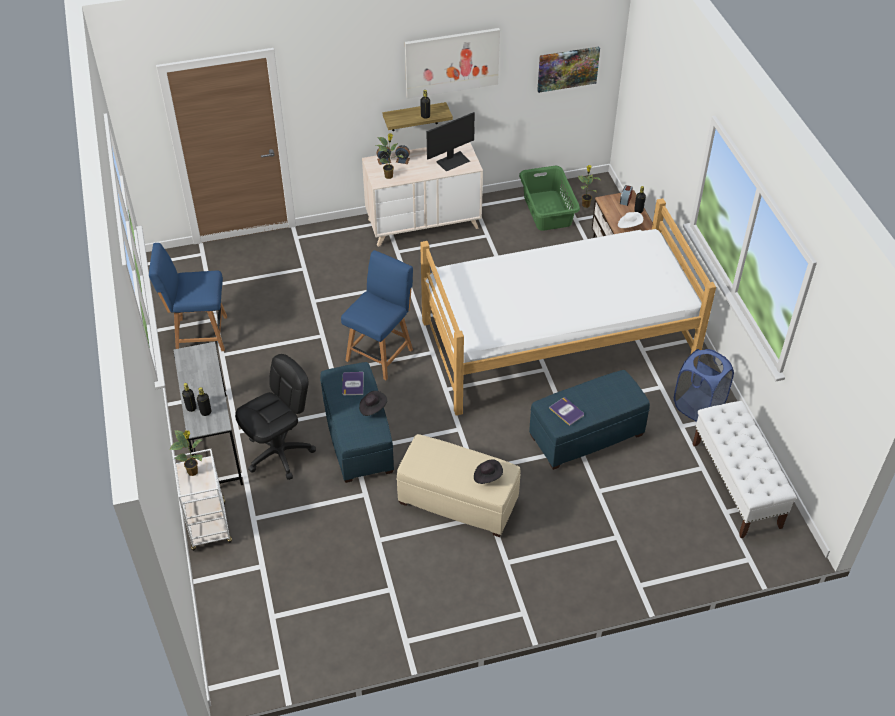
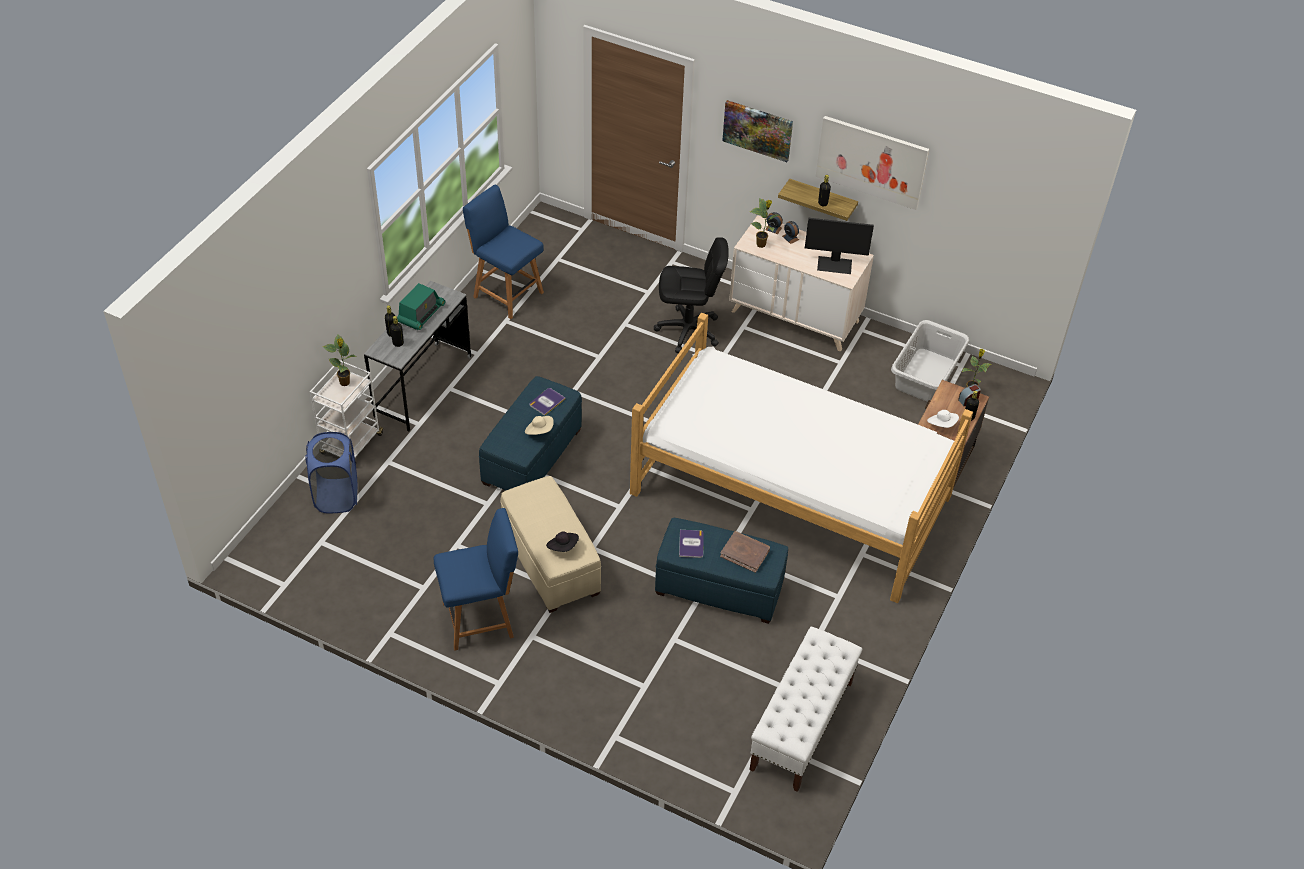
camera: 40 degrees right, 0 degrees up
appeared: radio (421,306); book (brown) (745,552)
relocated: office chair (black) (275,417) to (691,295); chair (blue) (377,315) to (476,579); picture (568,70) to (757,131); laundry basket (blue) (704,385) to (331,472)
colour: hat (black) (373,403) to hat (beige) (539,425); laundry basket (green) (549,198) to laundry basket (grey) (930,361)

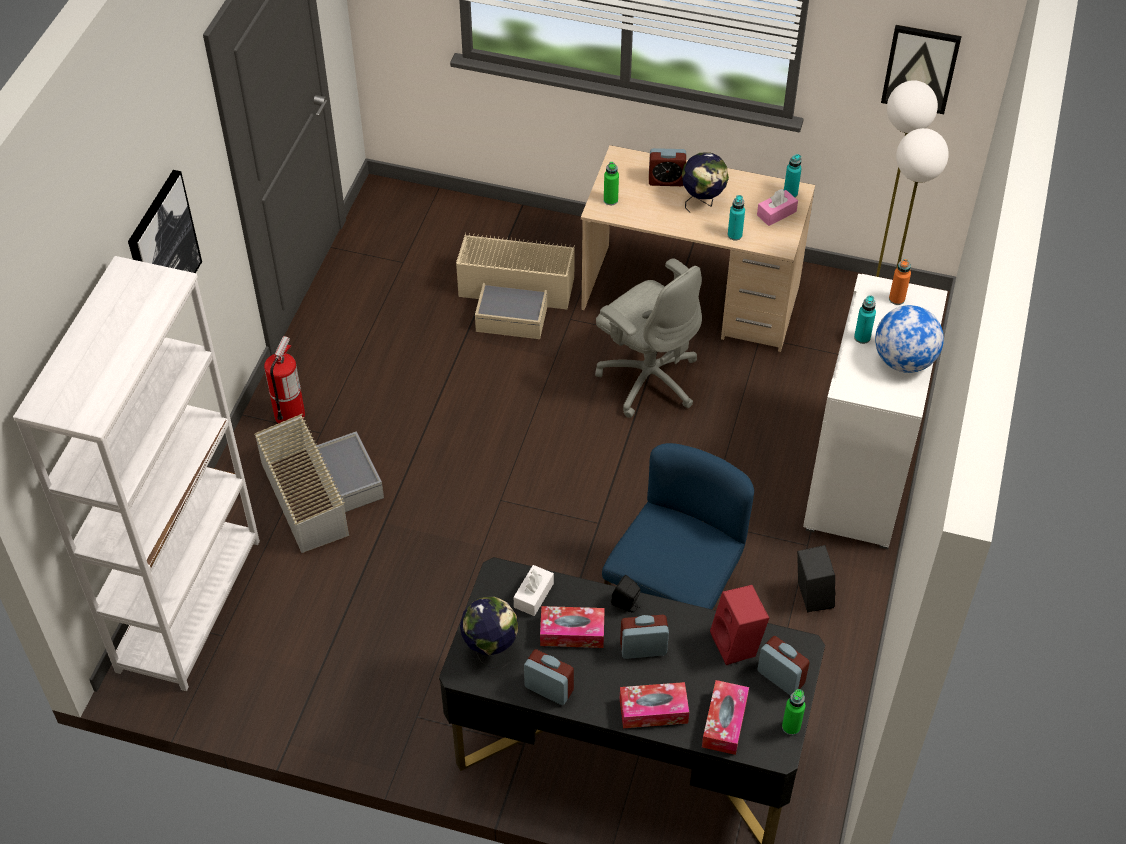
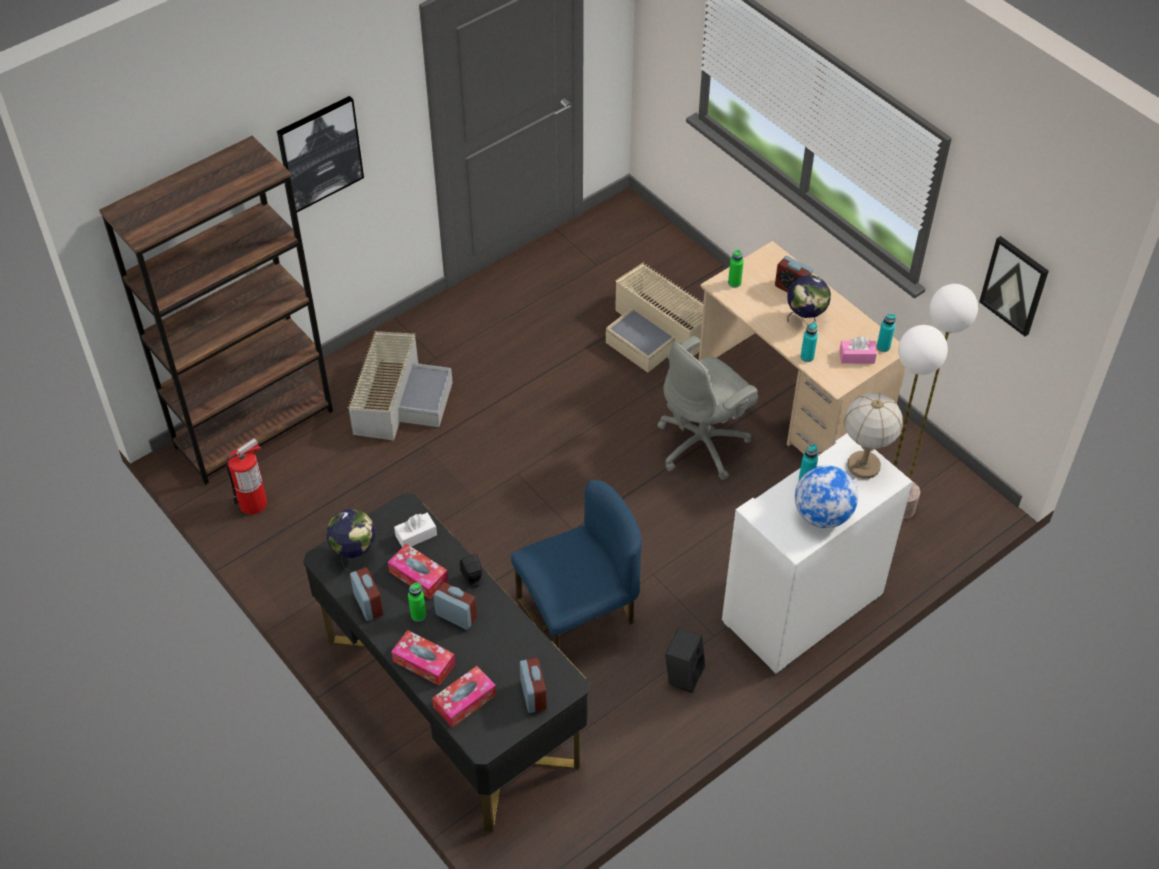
camera: 35 degrees right, 0 degrees up
missing: speaker (red) (739,625)
relocated: fire extinguisher (284,380) to (246,476); bottle (green) (793,712) to (417,602)
exchanged: bottle (orange) (900,282) to table lamp (873,436)
colour: bookcase (white) (136,473) to bookcase (brown) (216,310)
spun: office chair (grey) (648,338) = (707,408) 60 degrees clockwise

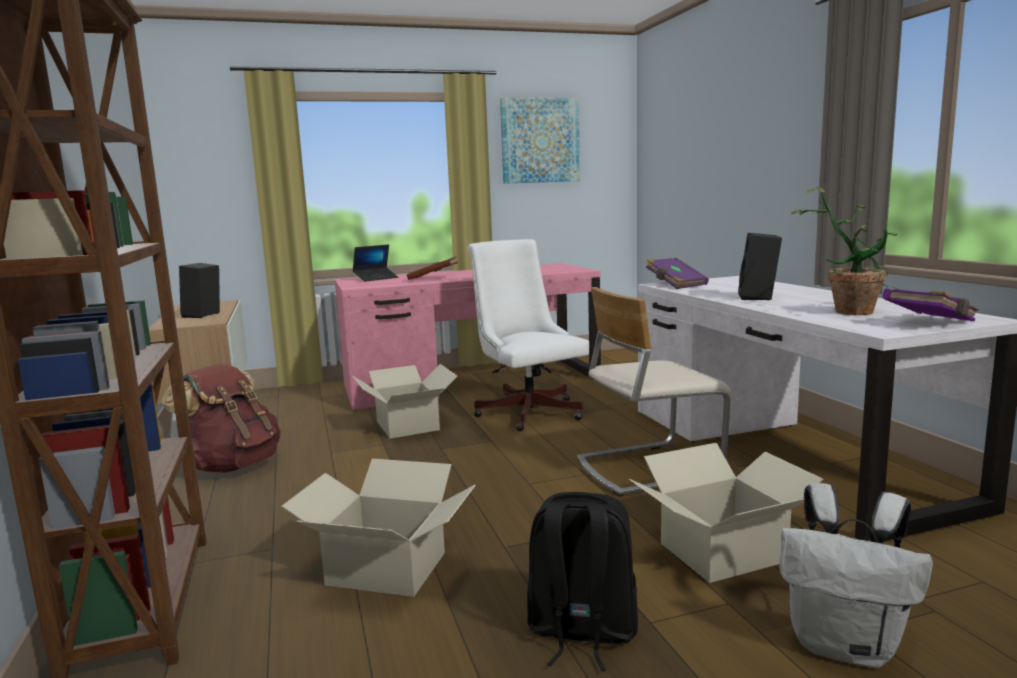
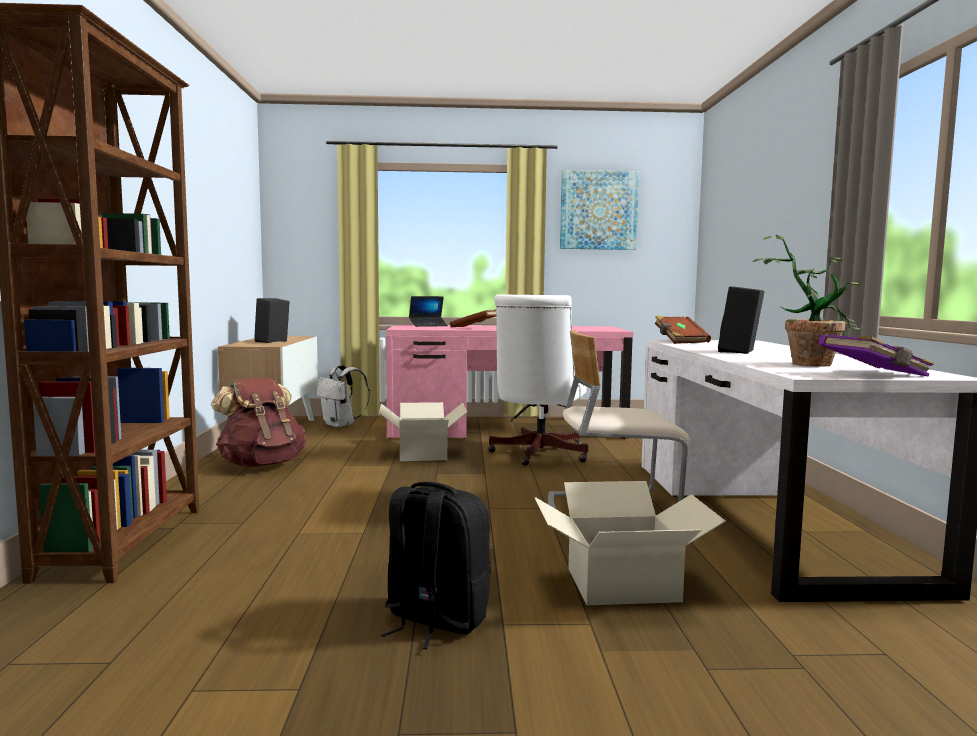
camera: 15 degrees right, 5 degrees down
missing: cardboard box (378,528)
relocated: backpack (white) (856,575) to (343,396)
colour: book (purple) (677,273) to book (brown) (683,330)
spun: office chair (white) (528,335) = (538,380) 150 degrees counterclockwise

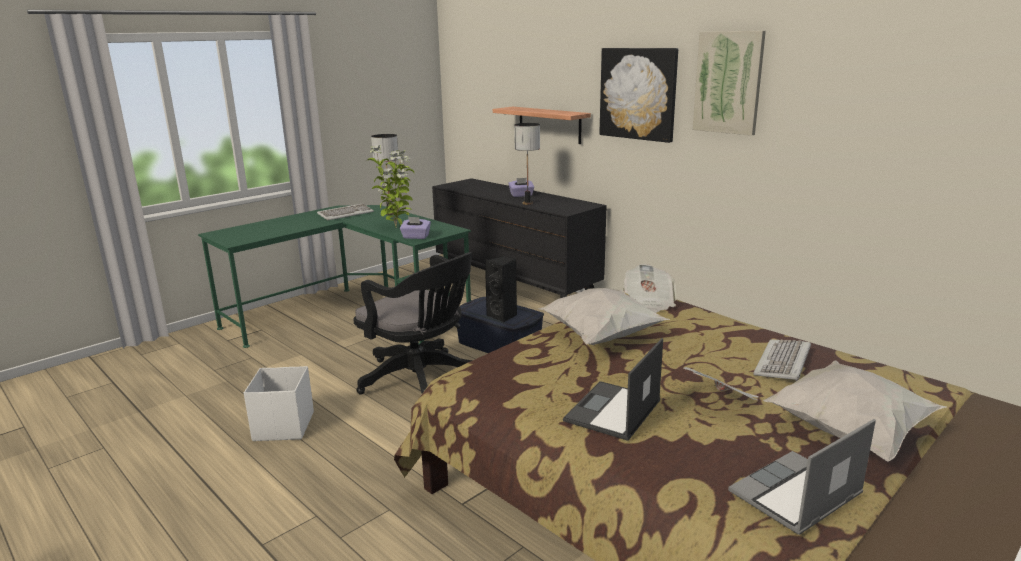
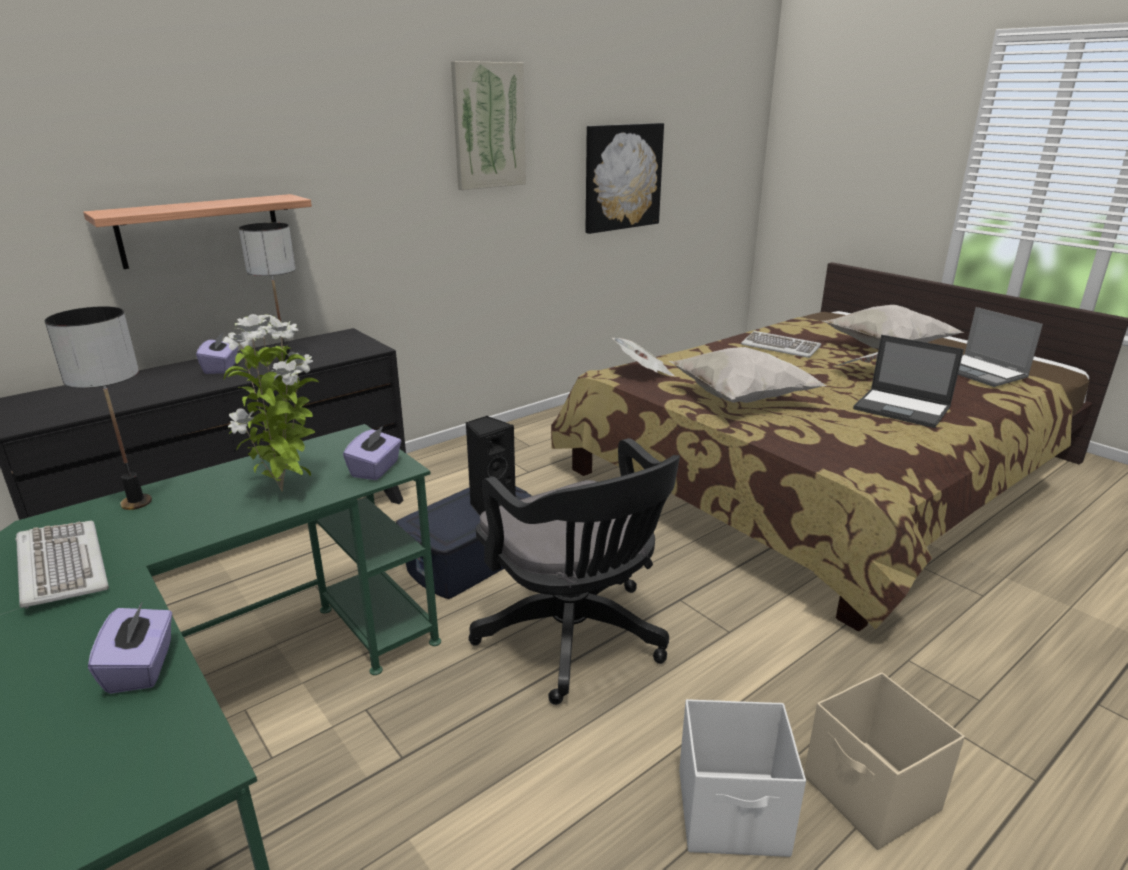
camera: 85 degrees left, 5 degrees up
appeared: tissue box (purple) (130,647); storage box (beige) (884,761)
relocated: picture (638,95) to (625,178)
spun: office chair (black) (413,323) = (574,571) 105 degrees clockwise

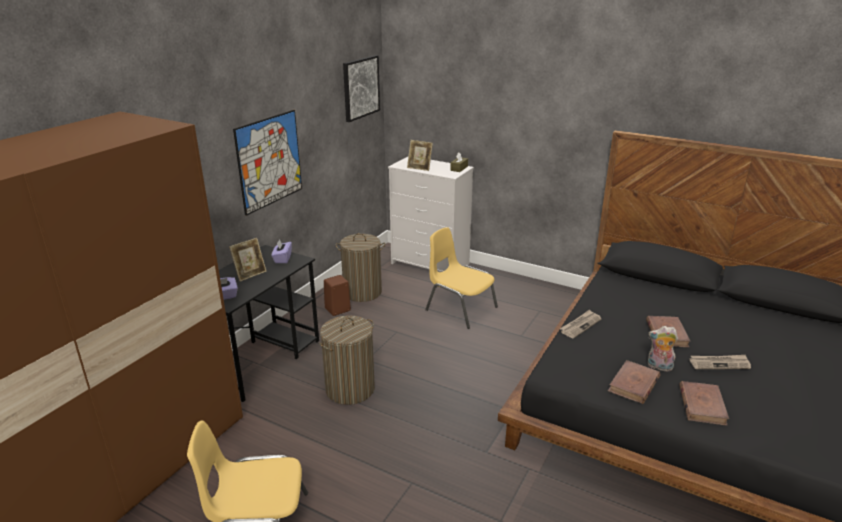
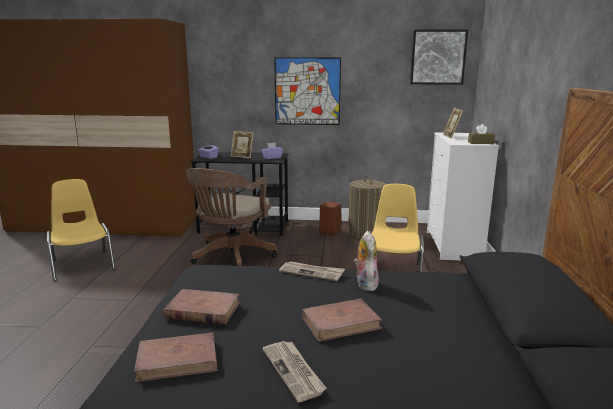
camera: 65 degrees right, 10 degrees down
relocated: plush toy (663,349) to (366,261)
exchanged: laundry basket (347,360) to office chair (brown) (231,217)

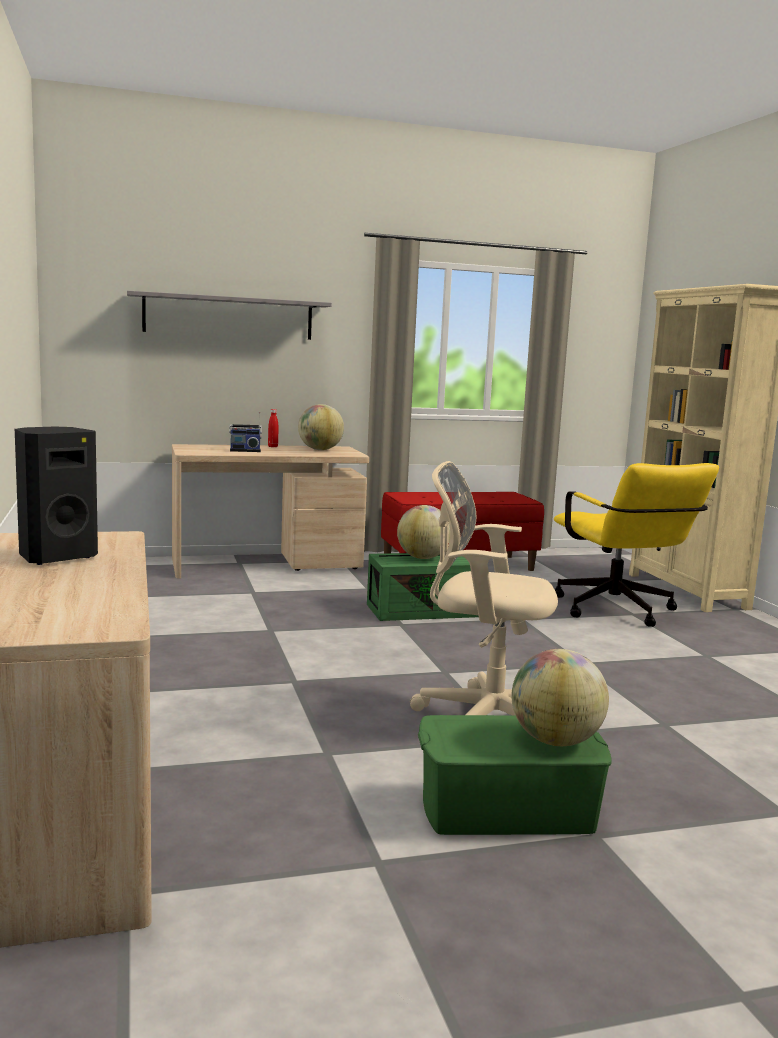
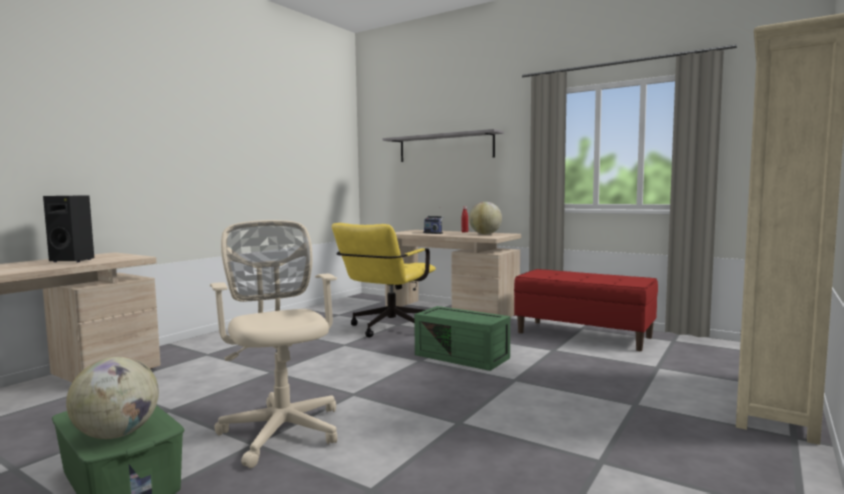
camera: 50 degrees right, 5 degrees down
missing: globe (423,532)
relocated: office chair (yellow) (636,545) to (384,280)

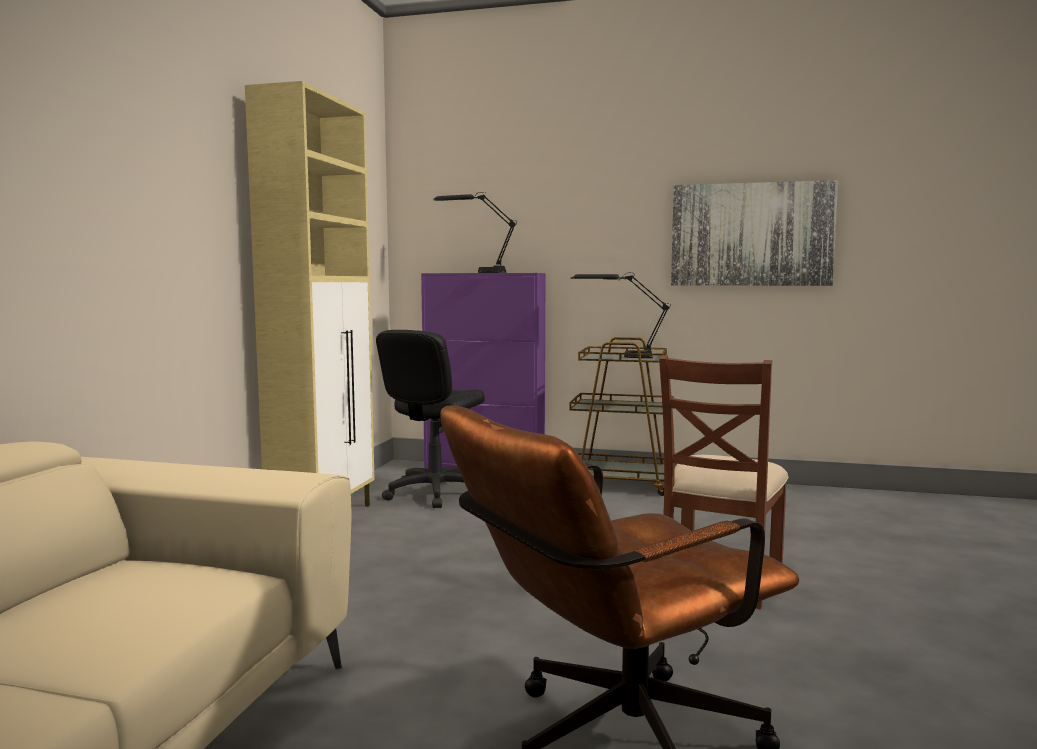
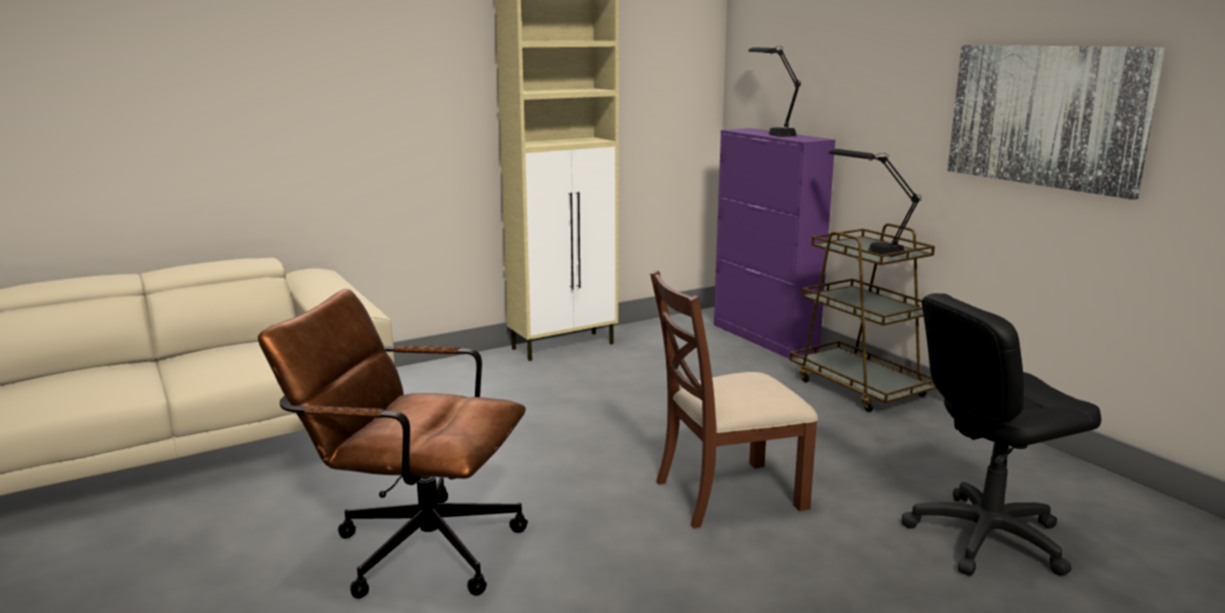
camera: 45 degrees right, 10 degrees up
relocated: office chair (black) (430,419) to (1001,434)

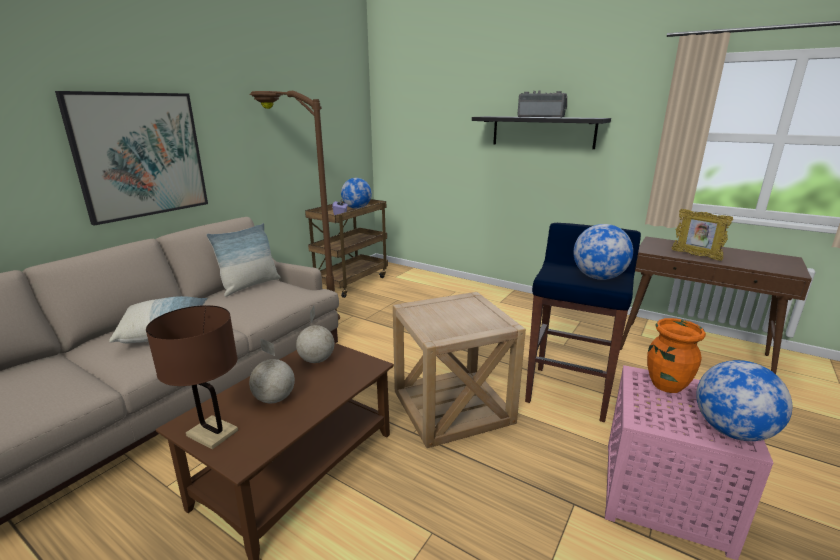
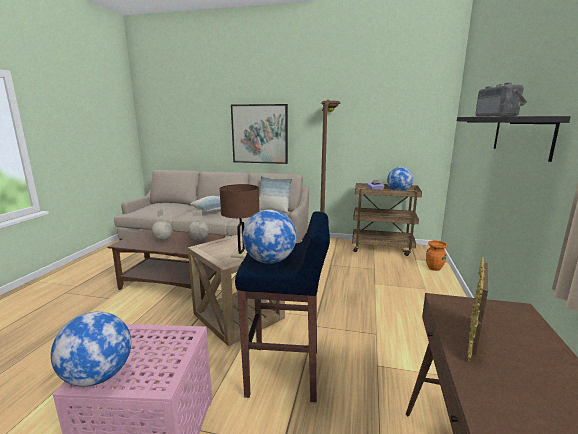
camera: 70 degrees right, 5 degrees down
relocated: table lamp (brown) (192,377) to (239,221); vase (orange) (676,355) to (436,255)

